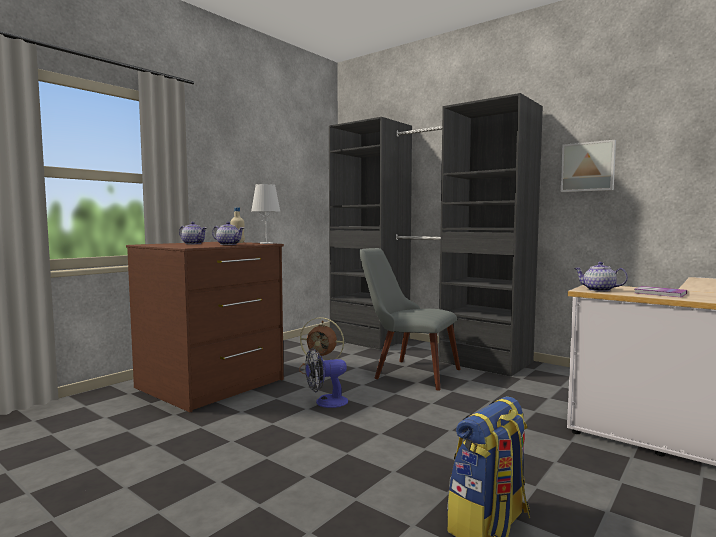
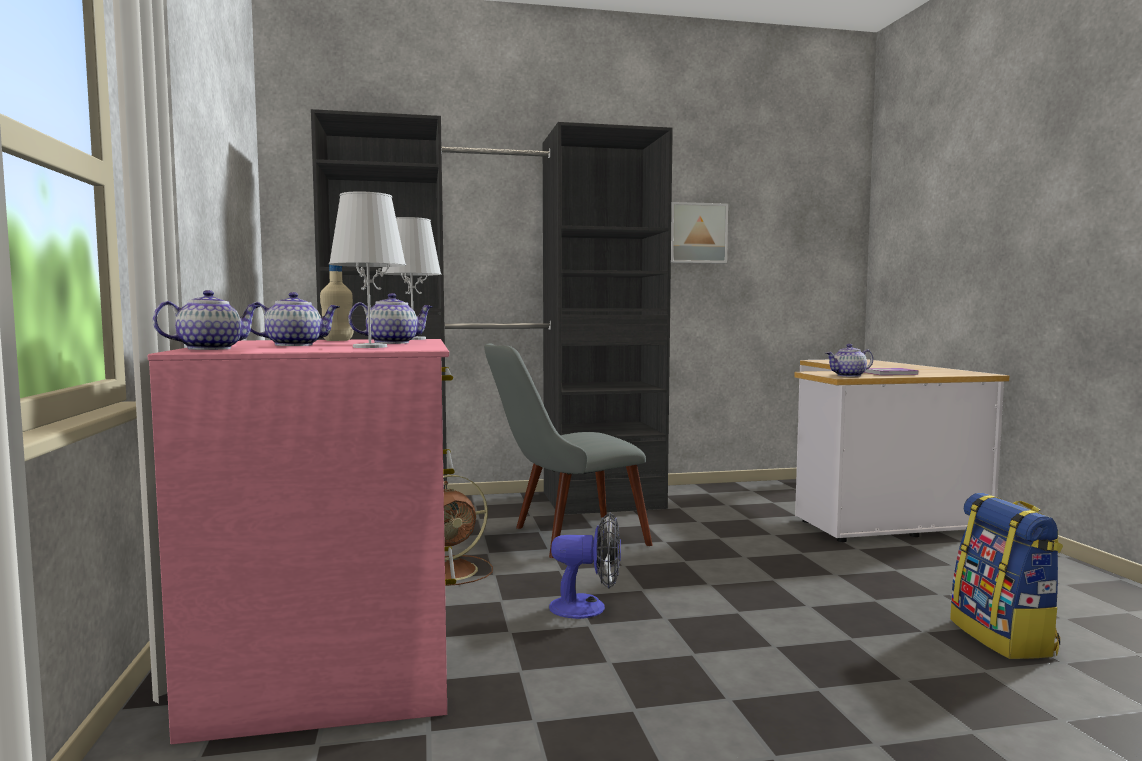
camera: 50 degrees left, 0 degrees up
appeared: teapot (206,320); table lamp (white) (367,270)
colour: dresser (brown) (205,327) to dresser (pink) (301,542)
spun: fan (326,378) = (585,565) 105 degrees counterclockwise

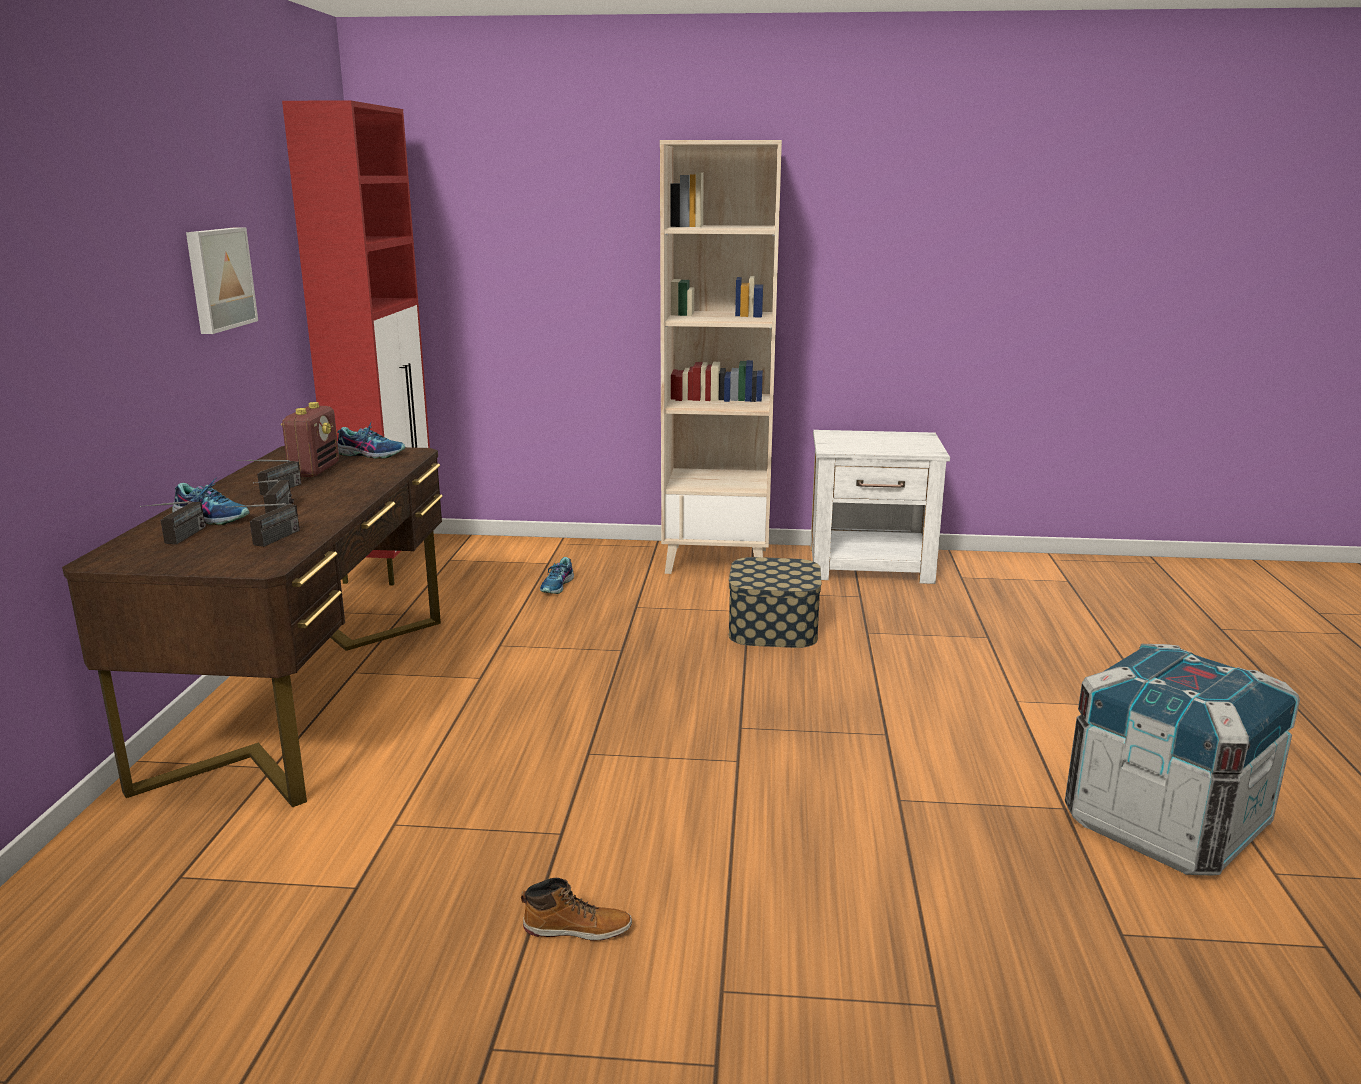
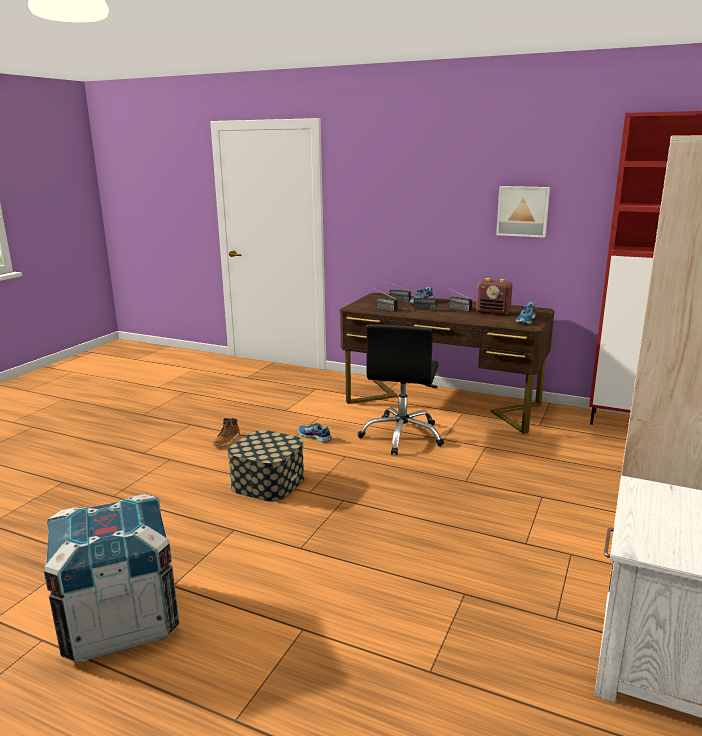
camera: 110 degrees right, 0 degrees up
appeared: office chair (black) (401,389)
relocated: shoe (557,575) to (315,433); storage box (775,602) to (265,466)

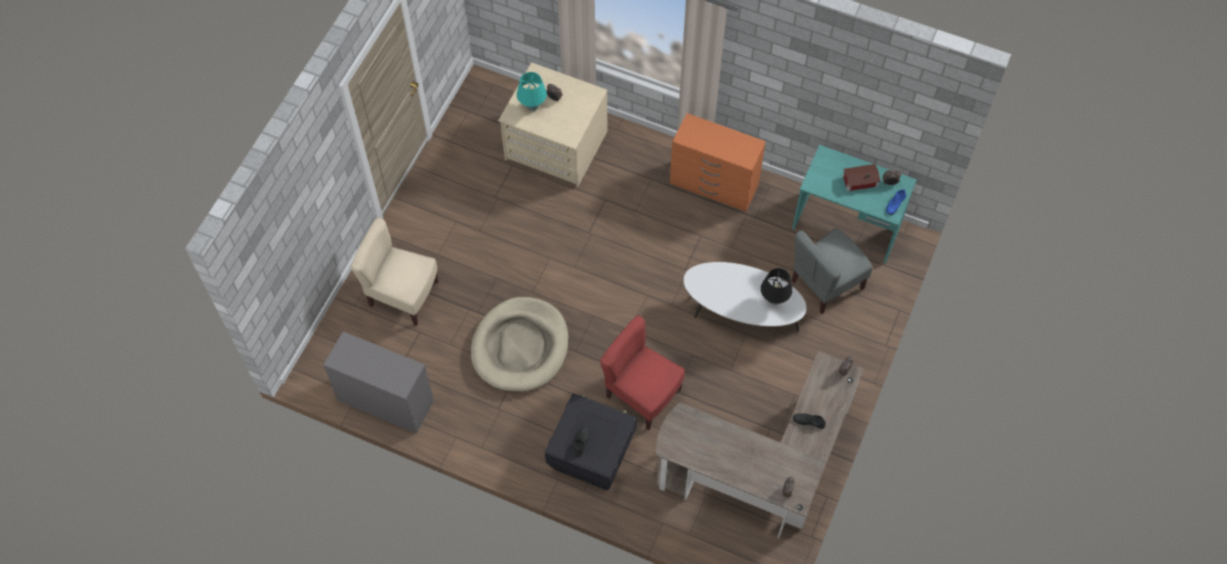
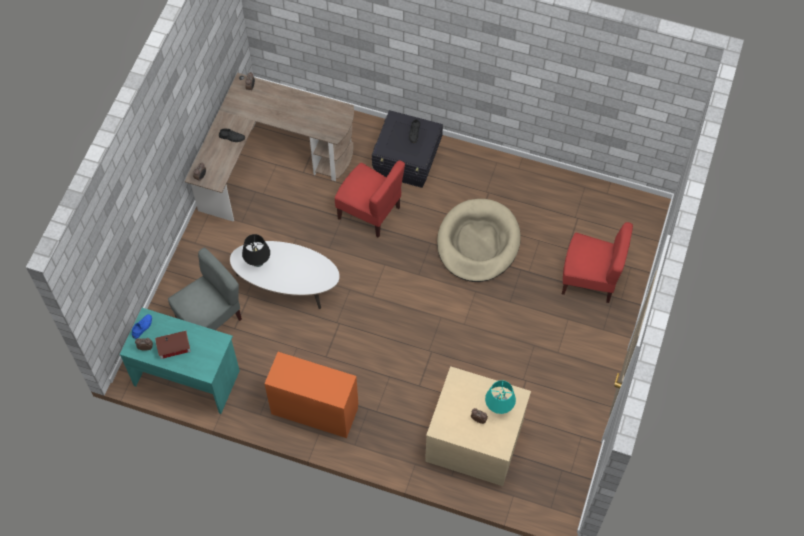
camera: 175 degrees right, 0 degrees up
missing: dresser (grey) (378,382)
colour: chair (beige) (395,272) to chair (red) (597,262)

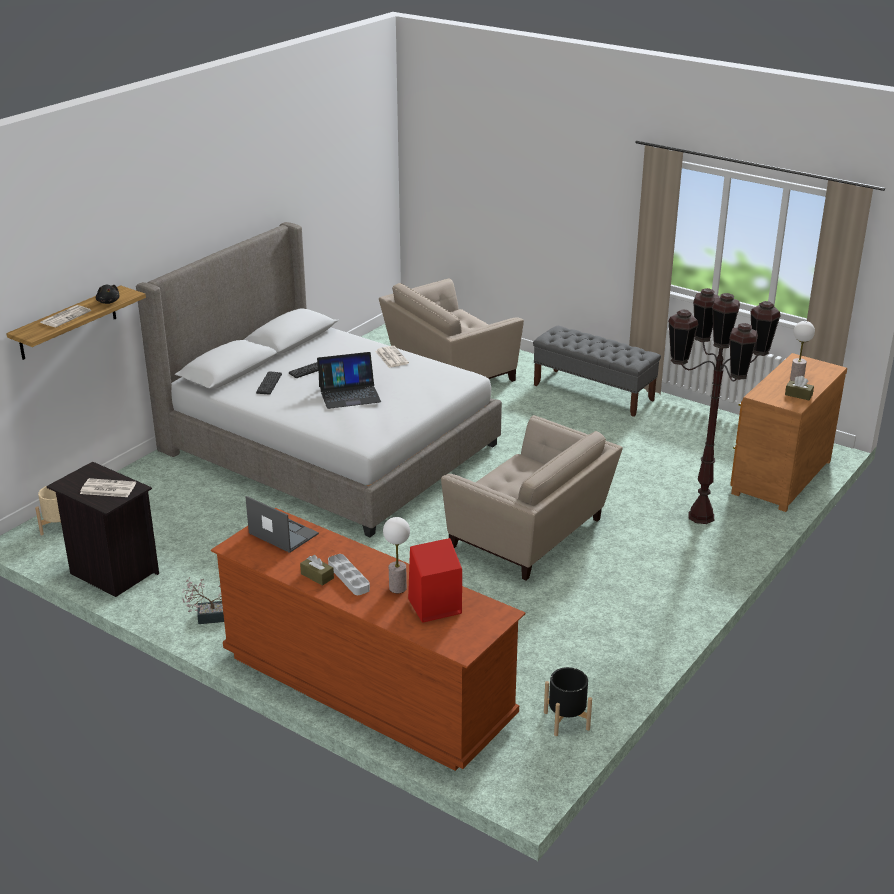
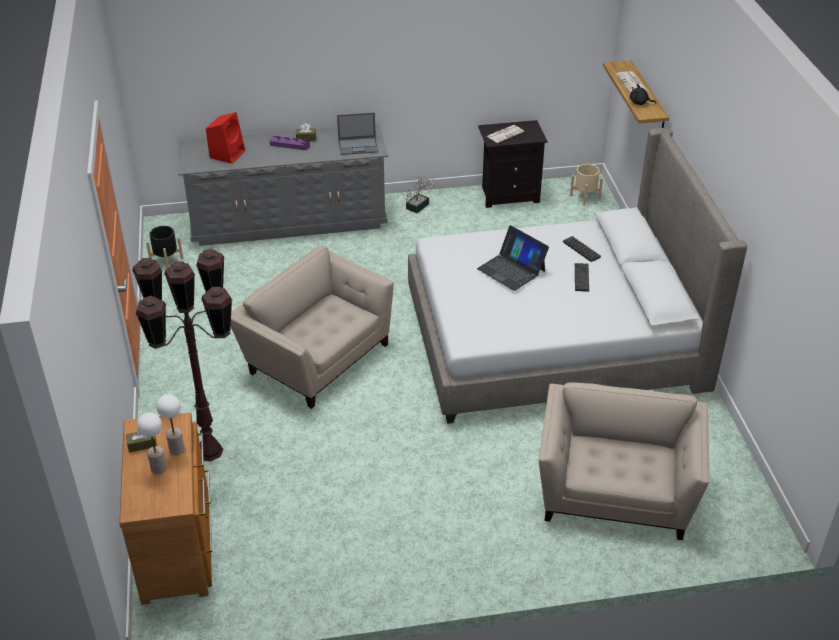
camera: 135 degrees right, 10 degrees up
missing: newspaper (392,356); bench (grey) (597,371)
relocated: table lamp (396,555) to (170,424)
colour: dresser (brown) (368,639) to dresser (grey) (283,185); tray (grey) (349,574) to tray (purple) (290,143)
spun: laptop (349,380) = (513,258) 75 degrees counterclockwise; armchair (beige) (532,497) = (312,327) 45 degrees clockwise

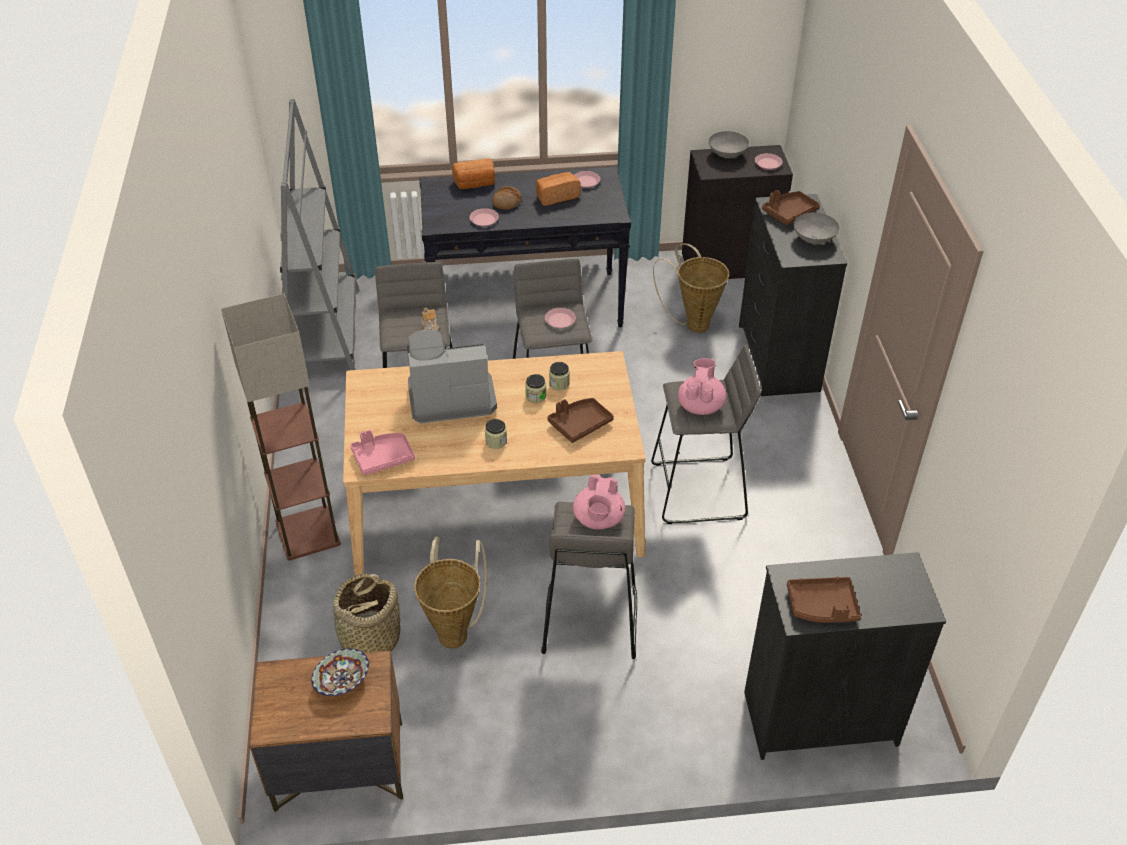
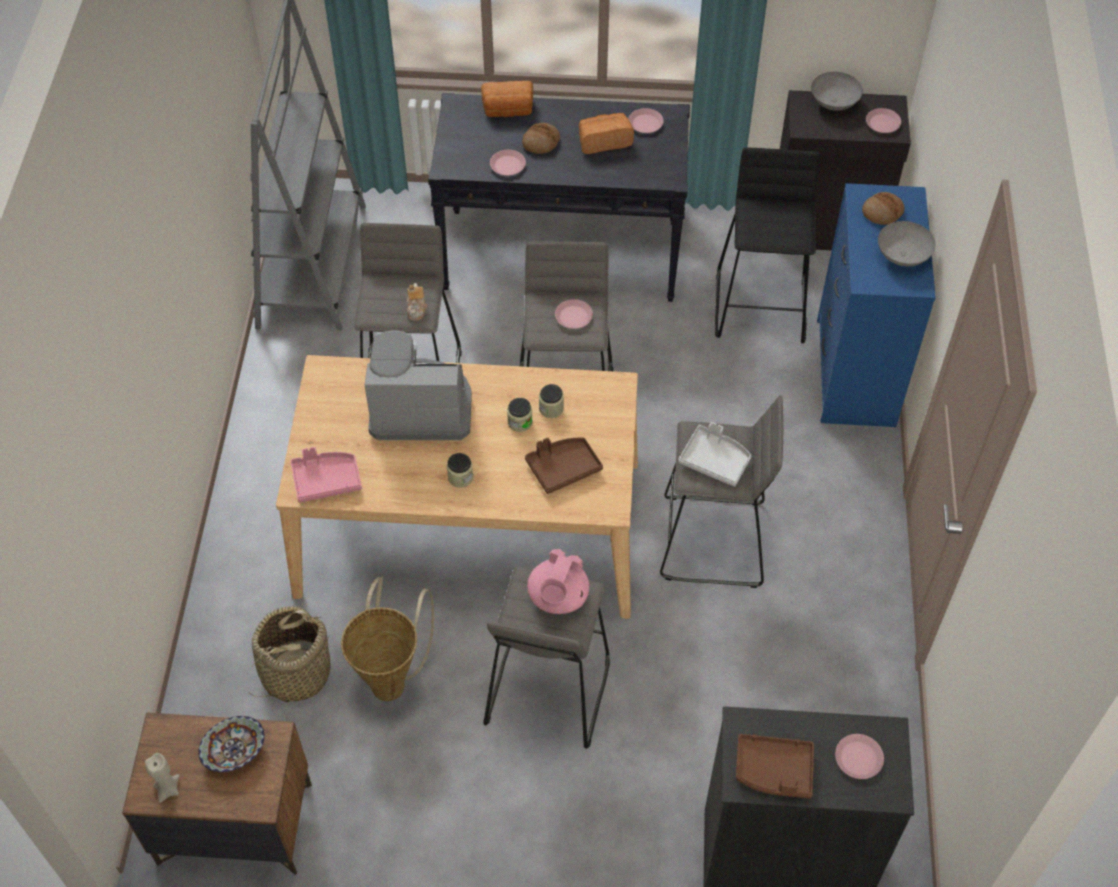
camera: 10 degrees right, 10 degrees up
missing: floor lamp (281,427)
appeared: candle (beige) (162,778); plate (pink) (859,756)
exchanged: basket (691,288) to stool (black) (767,245); teapot (pink) (702,386) to tray (grey) (714,454); tray (brown) (791,207) to bread (883,208)
colour: dresser (black) (793,295) to dresser (blue) (876,305)

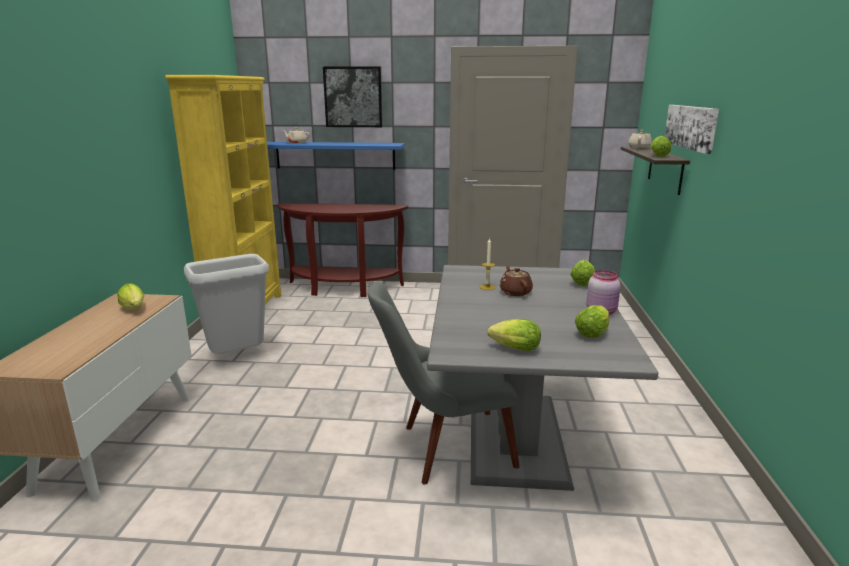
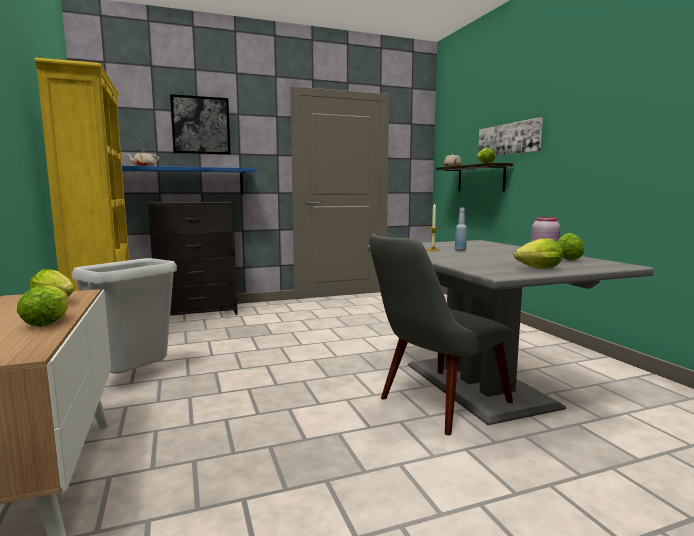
camera: 25 degrees left, 10 degrees down
relocated: lettuce (582,273) to (42,306)
exchanged: console table (brown) (342,250) to dresser (black) (192,259); teapot (brown) (516,280) to bottle (blue) (461,229)

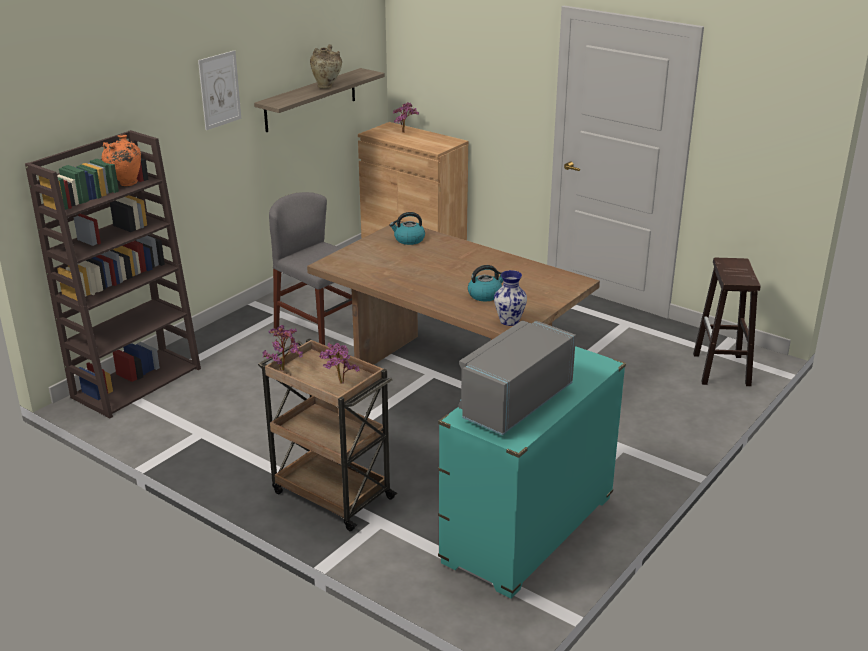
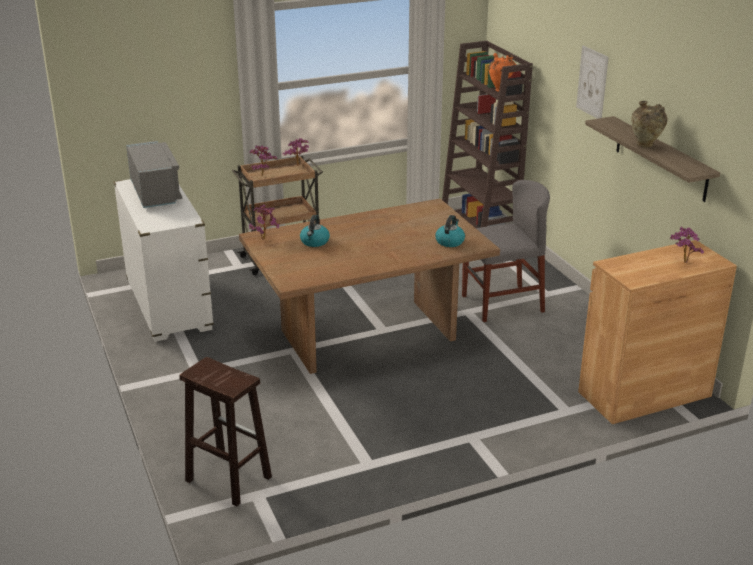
camera: 120 degrees right, 0 degrees up
exchanged: vase (510,298) to potted plant (264,222)
colour: dresser (turquoise) (532,472) to dresser (white) (163,260)

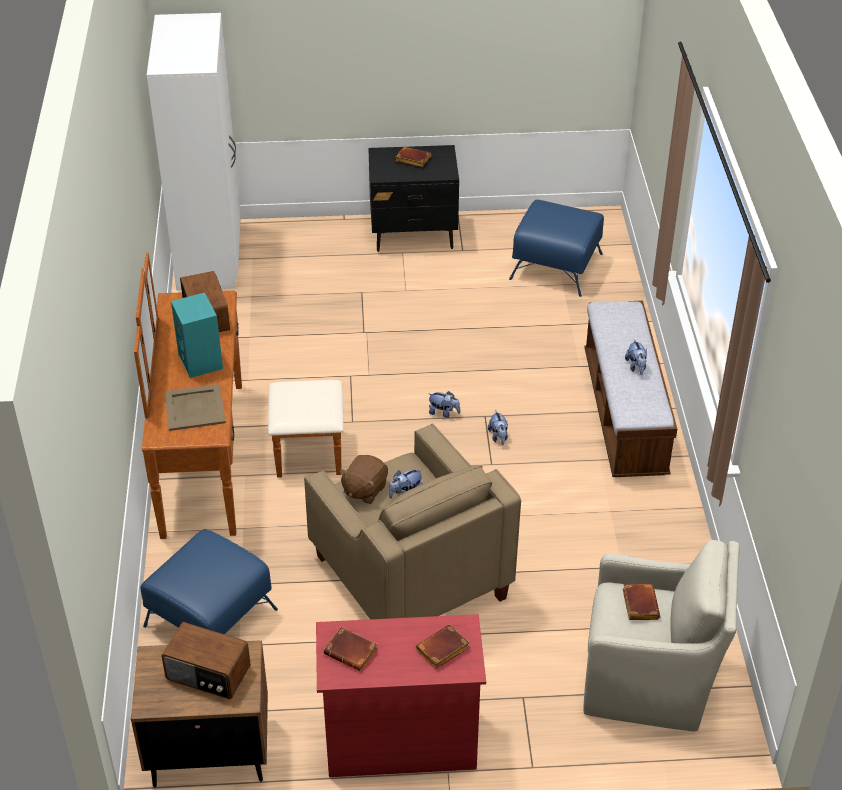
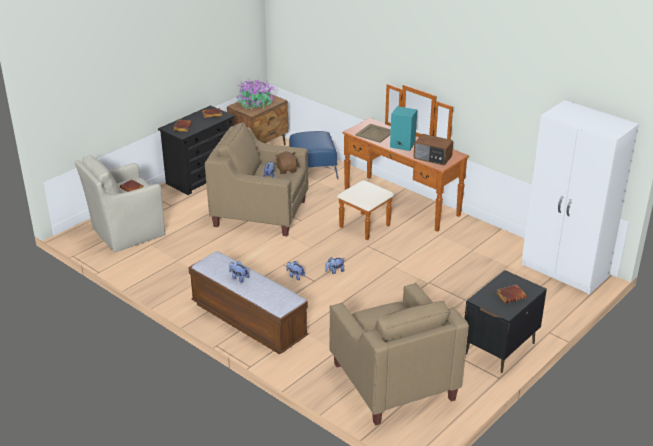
camera: 135 degrees right, 10 degrees down
exchanged: radio (206,660) to potted plant (255,93); ottoman (blue) (556,248) to armchair (beige) (399,354)
colour: dresser (red) (401,695) to dresser (black) (196,150)

